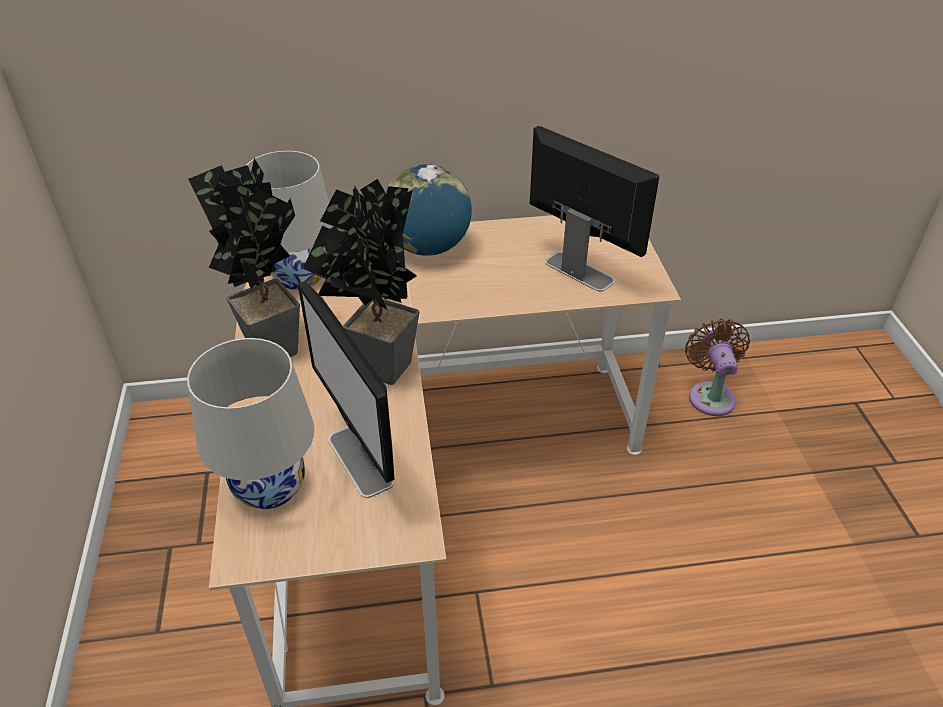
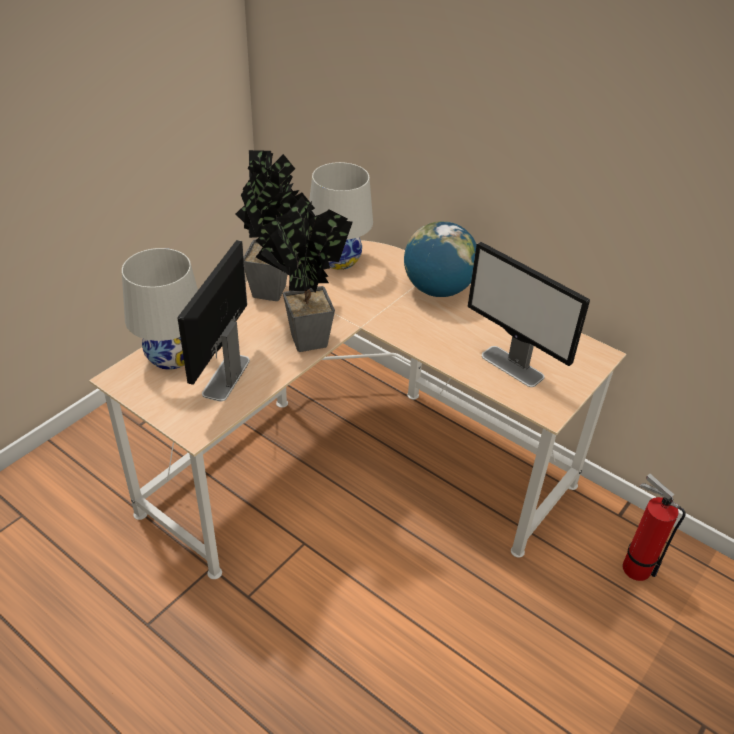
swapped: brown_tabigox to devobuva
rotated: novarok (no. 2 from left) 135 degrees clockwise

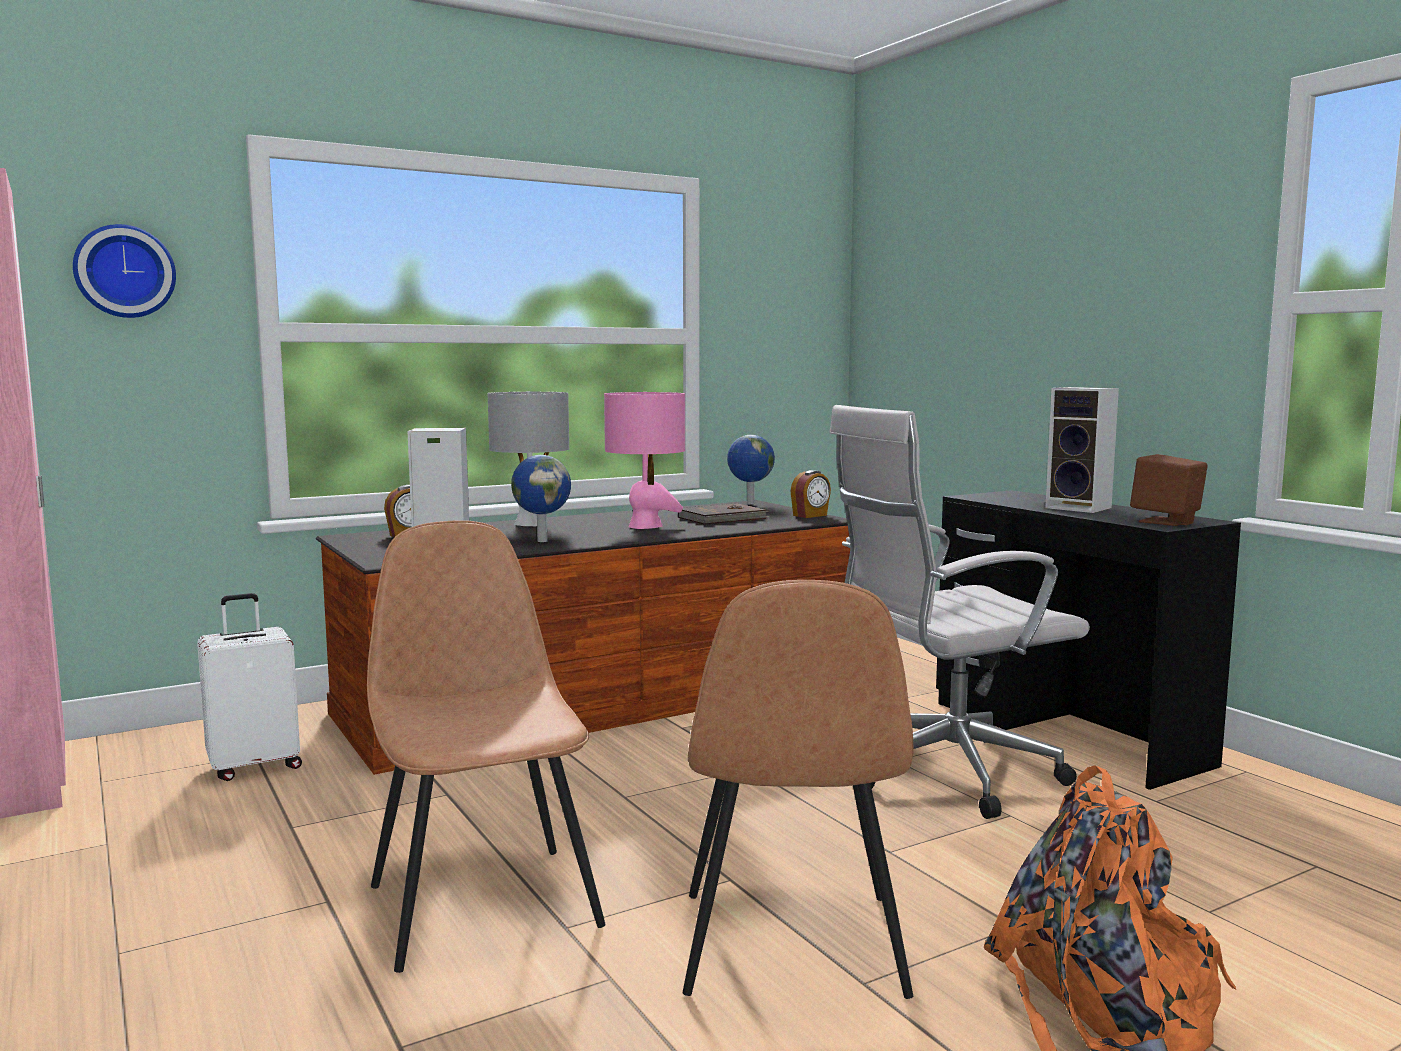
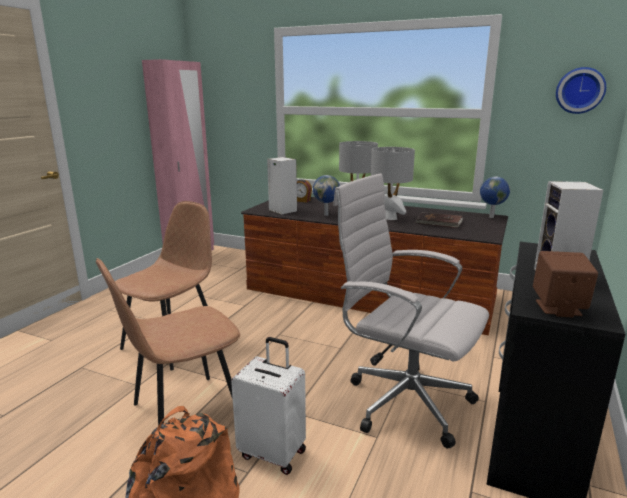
gone: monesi (no. 2 from left)
shifted: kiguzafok; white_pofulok
repainted: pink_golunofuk to grey_golunofuk (no. 2 from left)

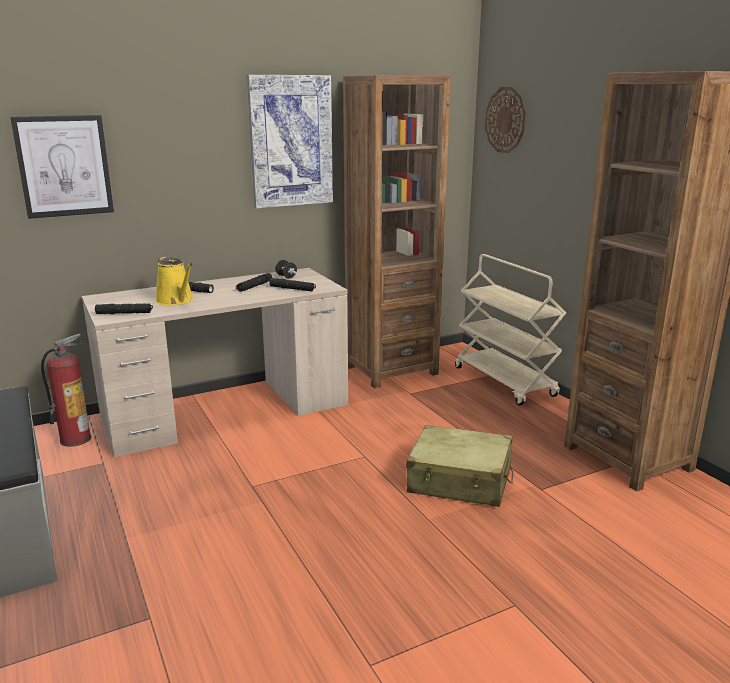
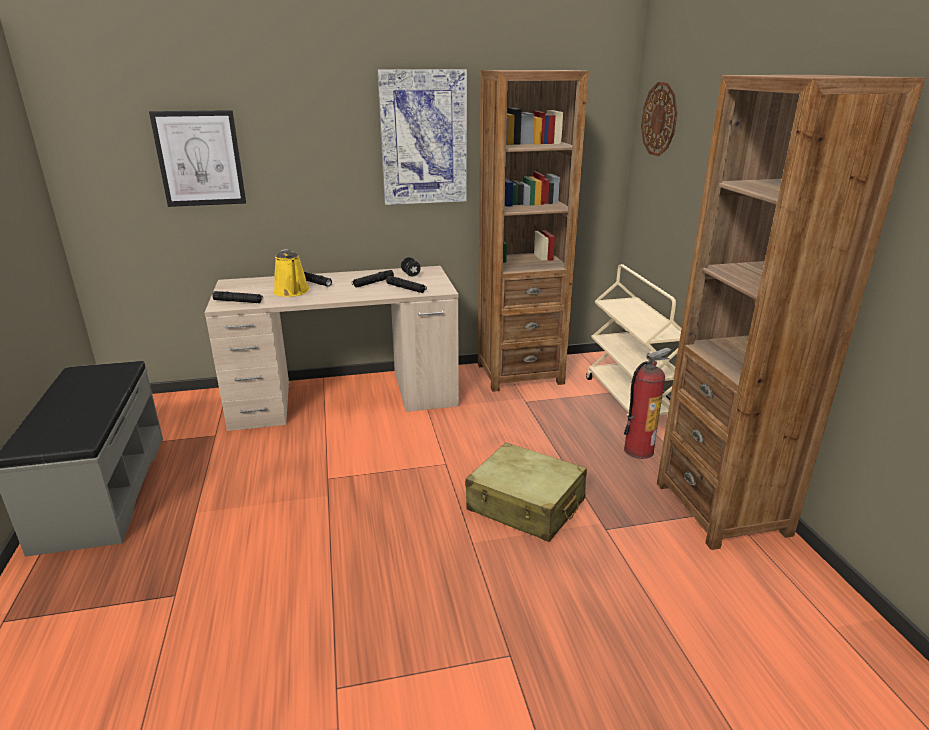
shifted: devobuva

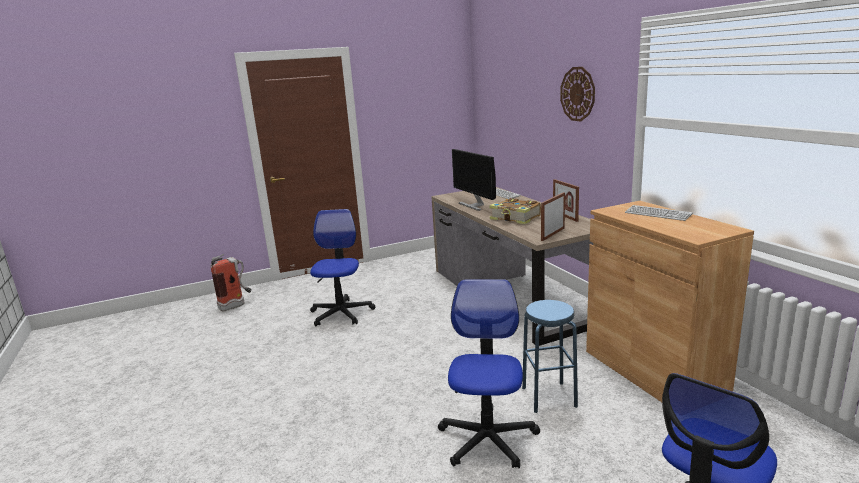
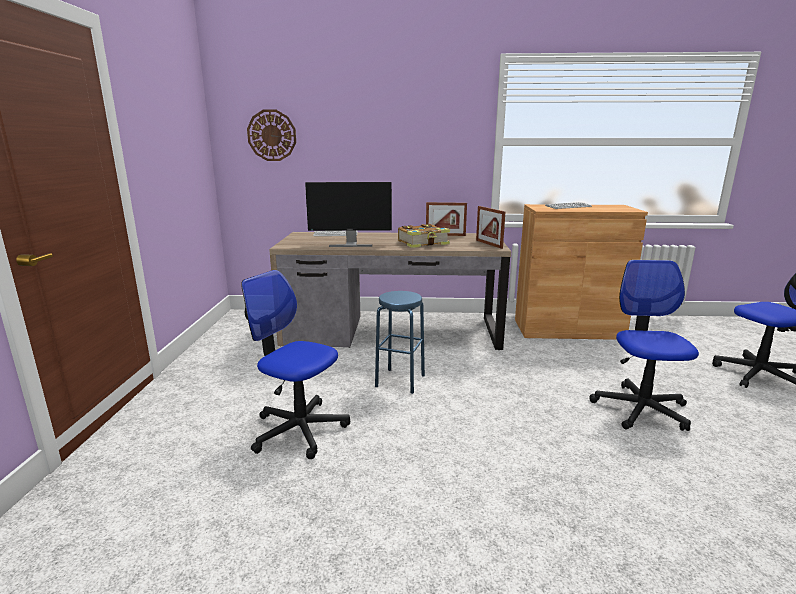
gone: devobuva
shifted: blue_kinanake; kiguzafok
rotated: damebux (no. 2 from left) 60 degrees clockwise

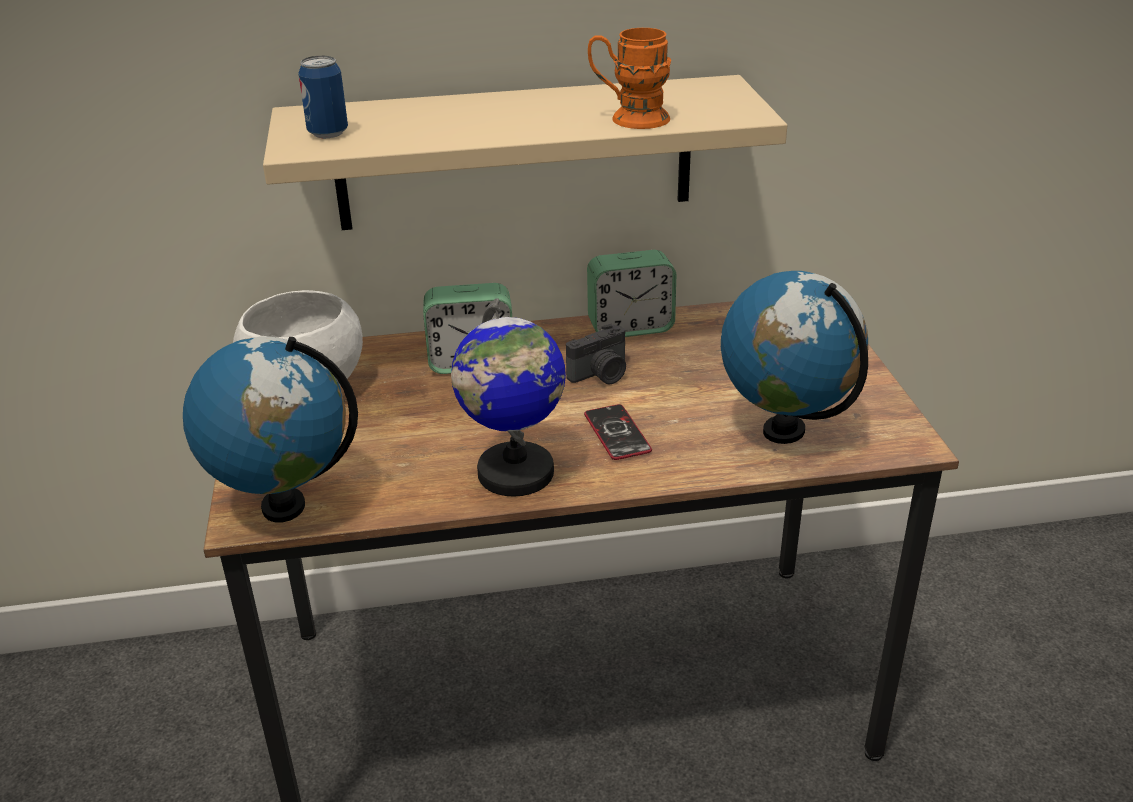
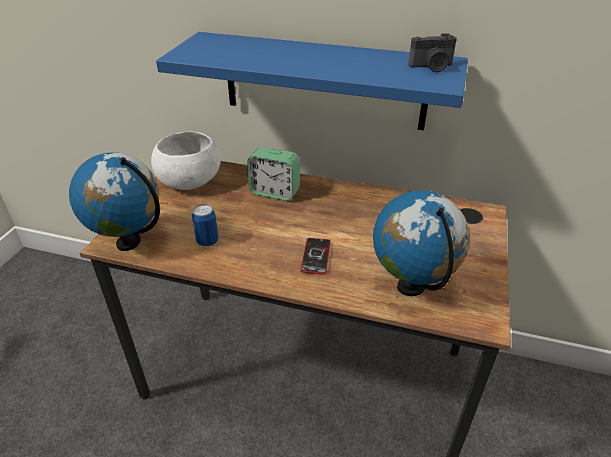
gone: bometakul (no. 2 from left); monesi (no. 2 from left); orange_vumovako
shifted: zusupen; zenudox
repainted: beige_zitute to blue_zitute

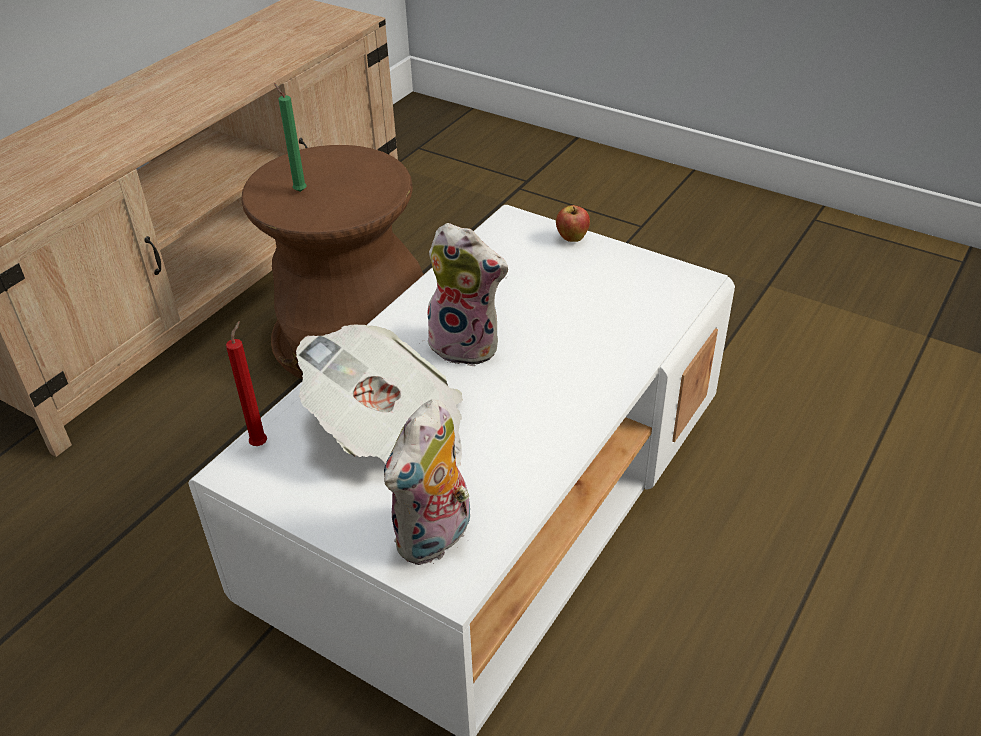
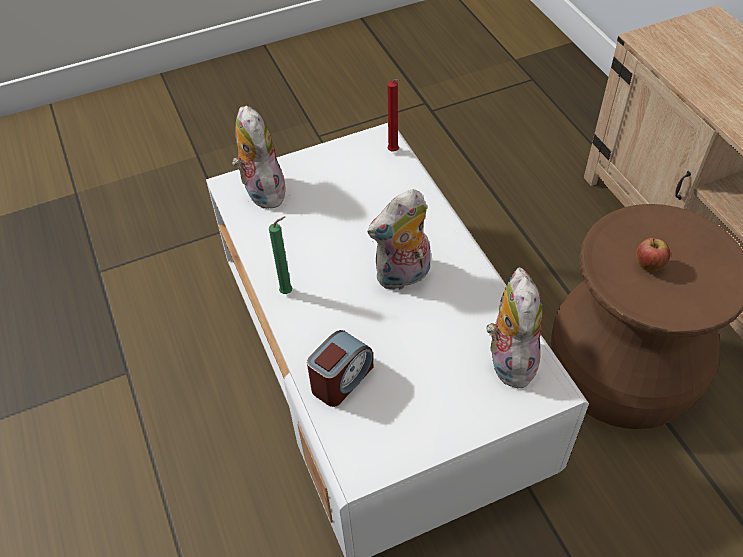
gone: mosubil
new: monesi; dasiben (no. 3 from left)
shifted: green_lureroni; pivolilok

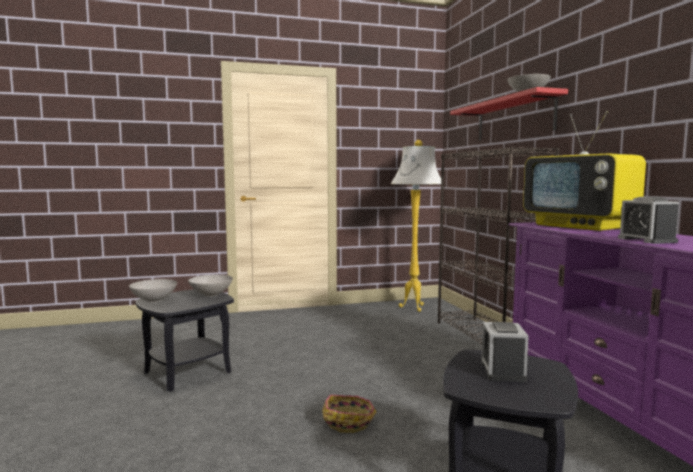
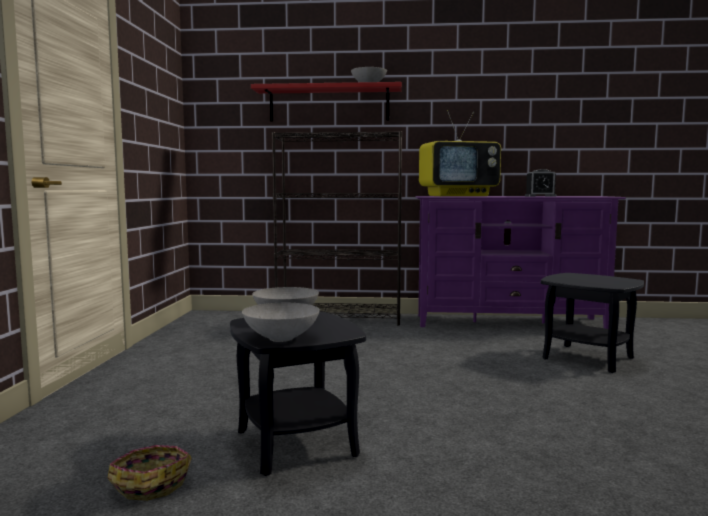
gone: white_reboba; monesi (no. 1 from left)
shifted: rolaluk

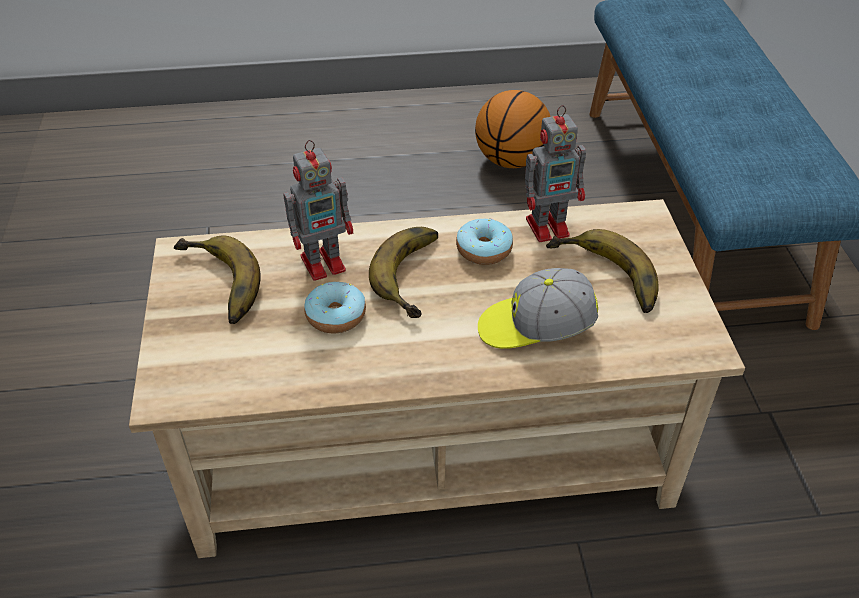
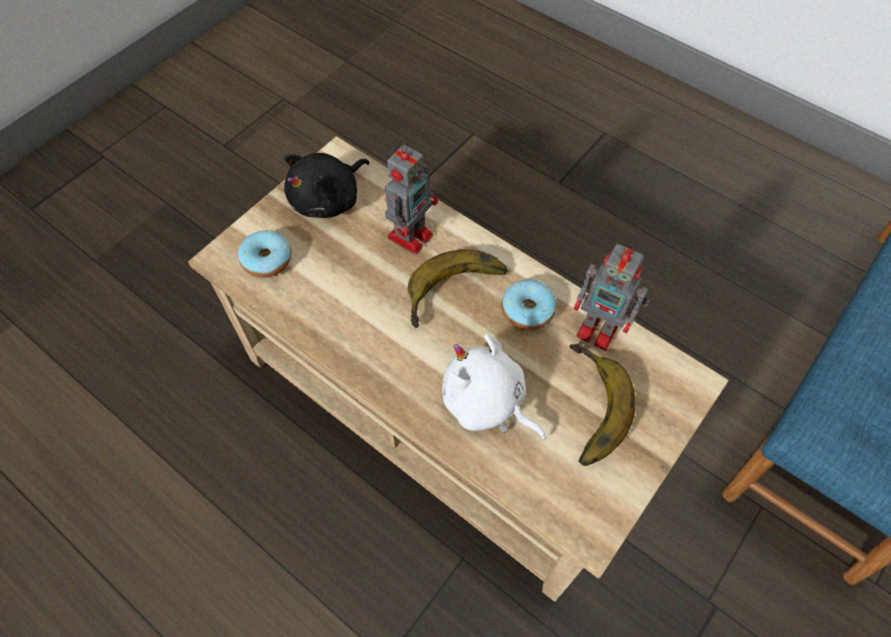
gone: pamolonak
shifted: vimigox (no. 1 from left)
swapped: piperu (no. 1 from left) to black_dasiben; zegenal to white_dasiben
rotated: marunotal (no. 1 from left) 75 degrees counterclockwise

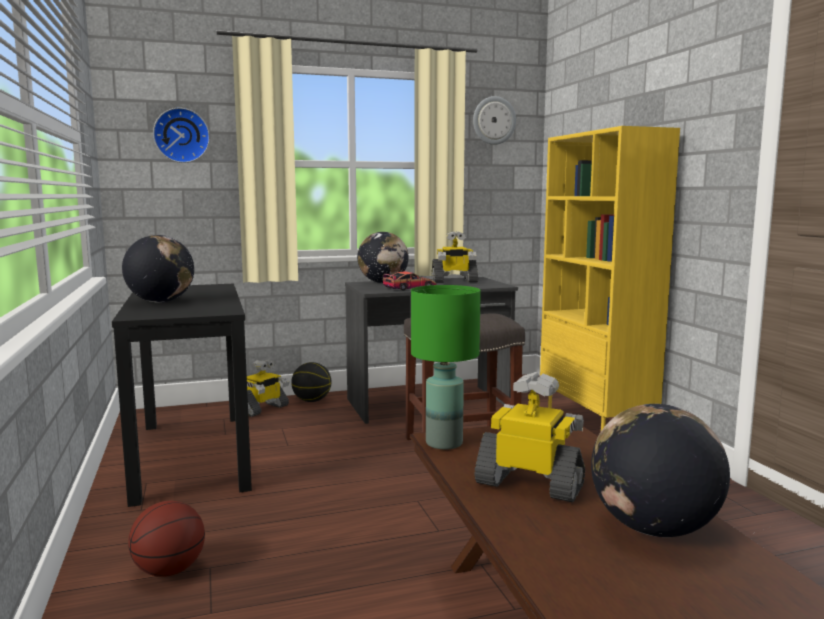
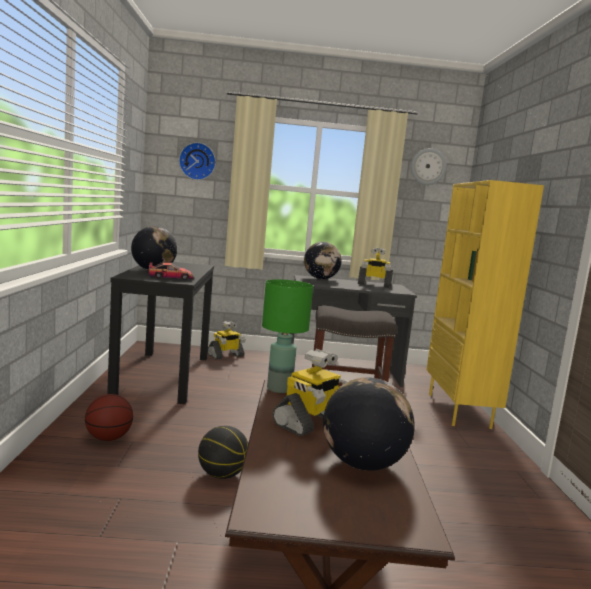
shifted: pamolonak (no. 2 from left); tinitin
rotated: marunotal (no. 3 from left in the first image) 90 degrees clockwise

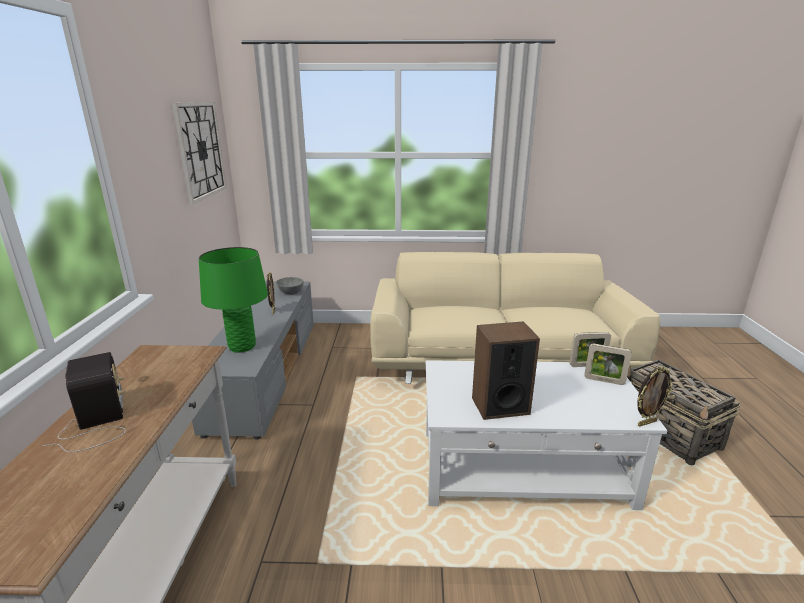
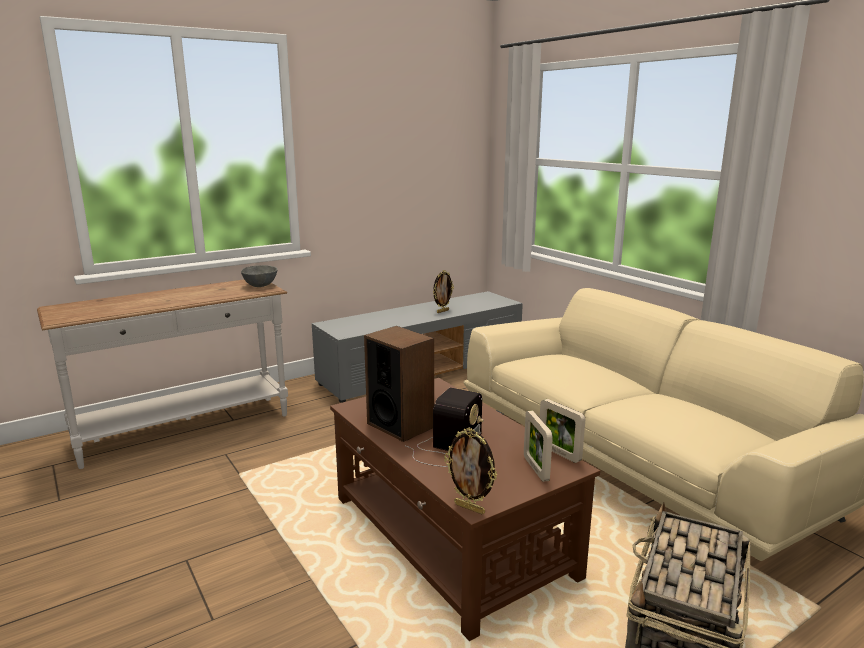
gone: kiguzafok; green_golunofuk
shifted: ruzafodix; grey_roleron
repainted: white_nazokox to brown_nazokox

